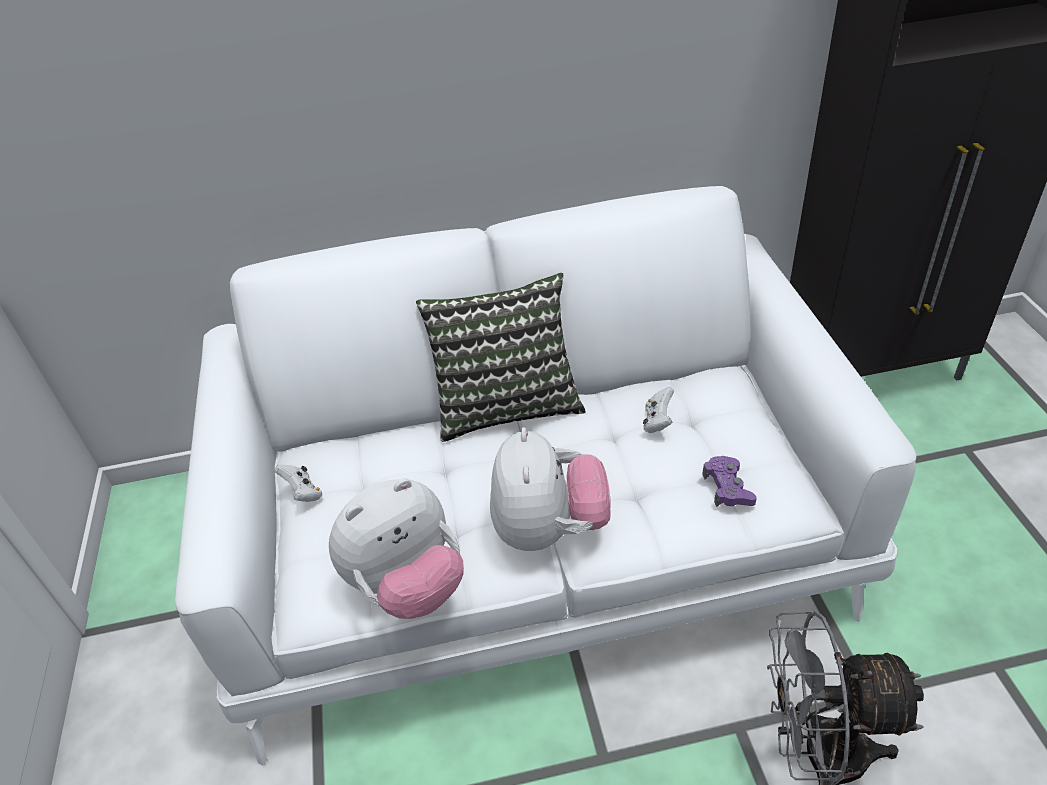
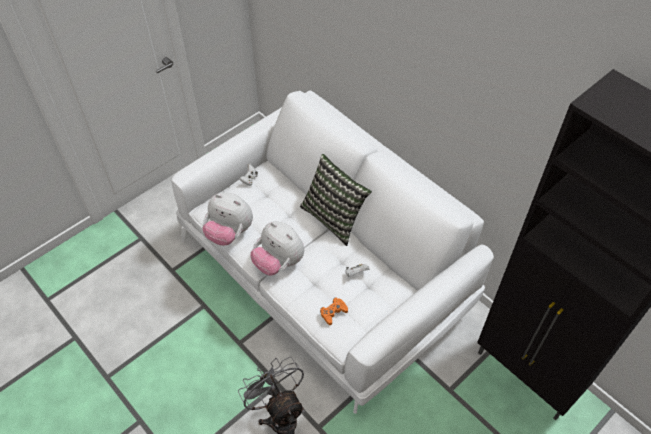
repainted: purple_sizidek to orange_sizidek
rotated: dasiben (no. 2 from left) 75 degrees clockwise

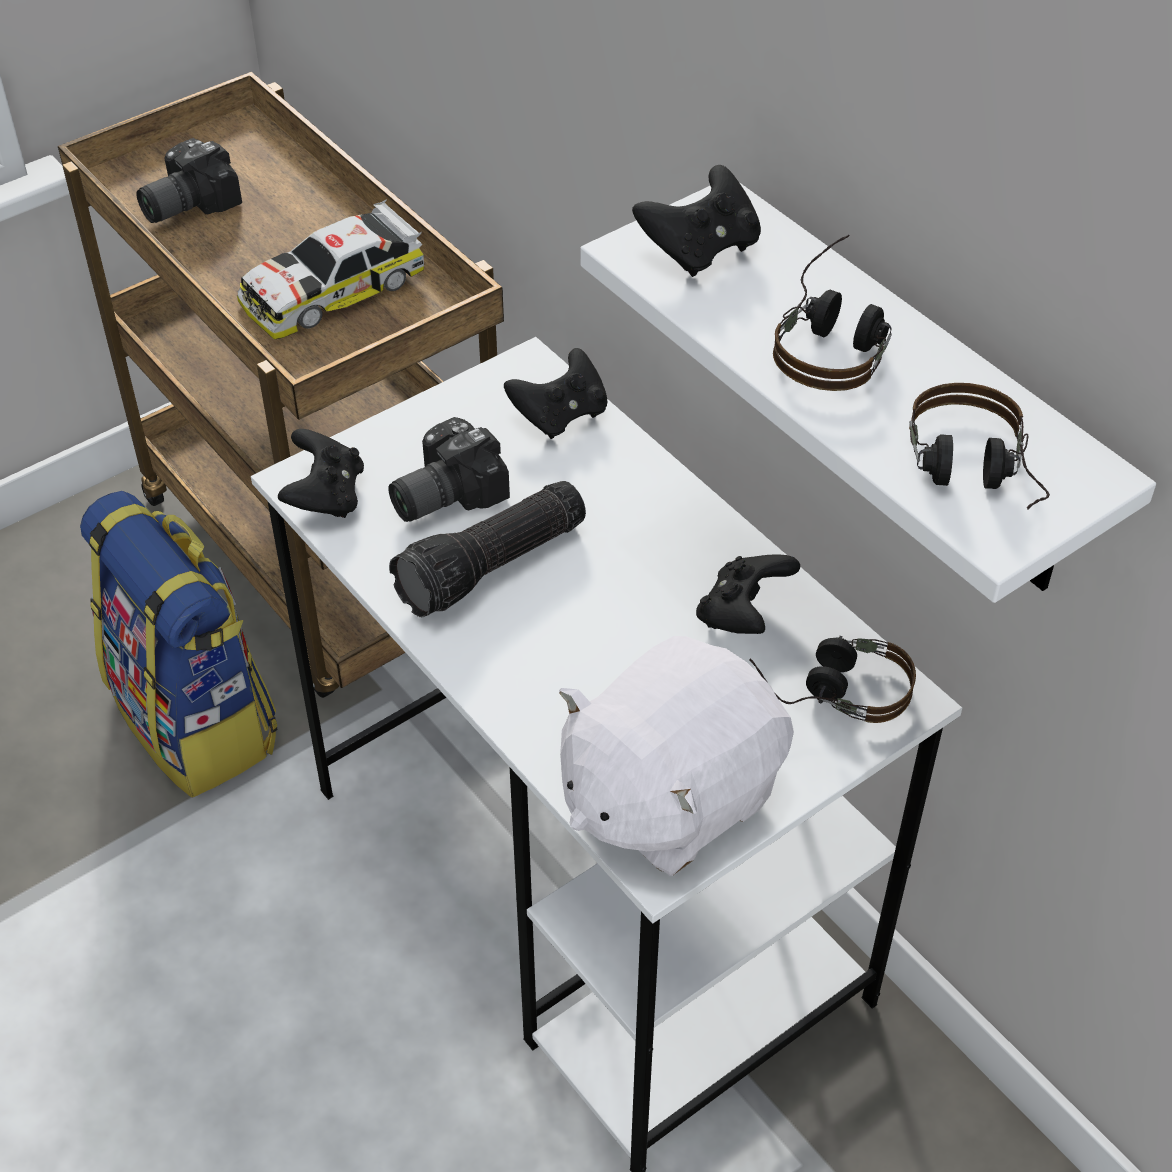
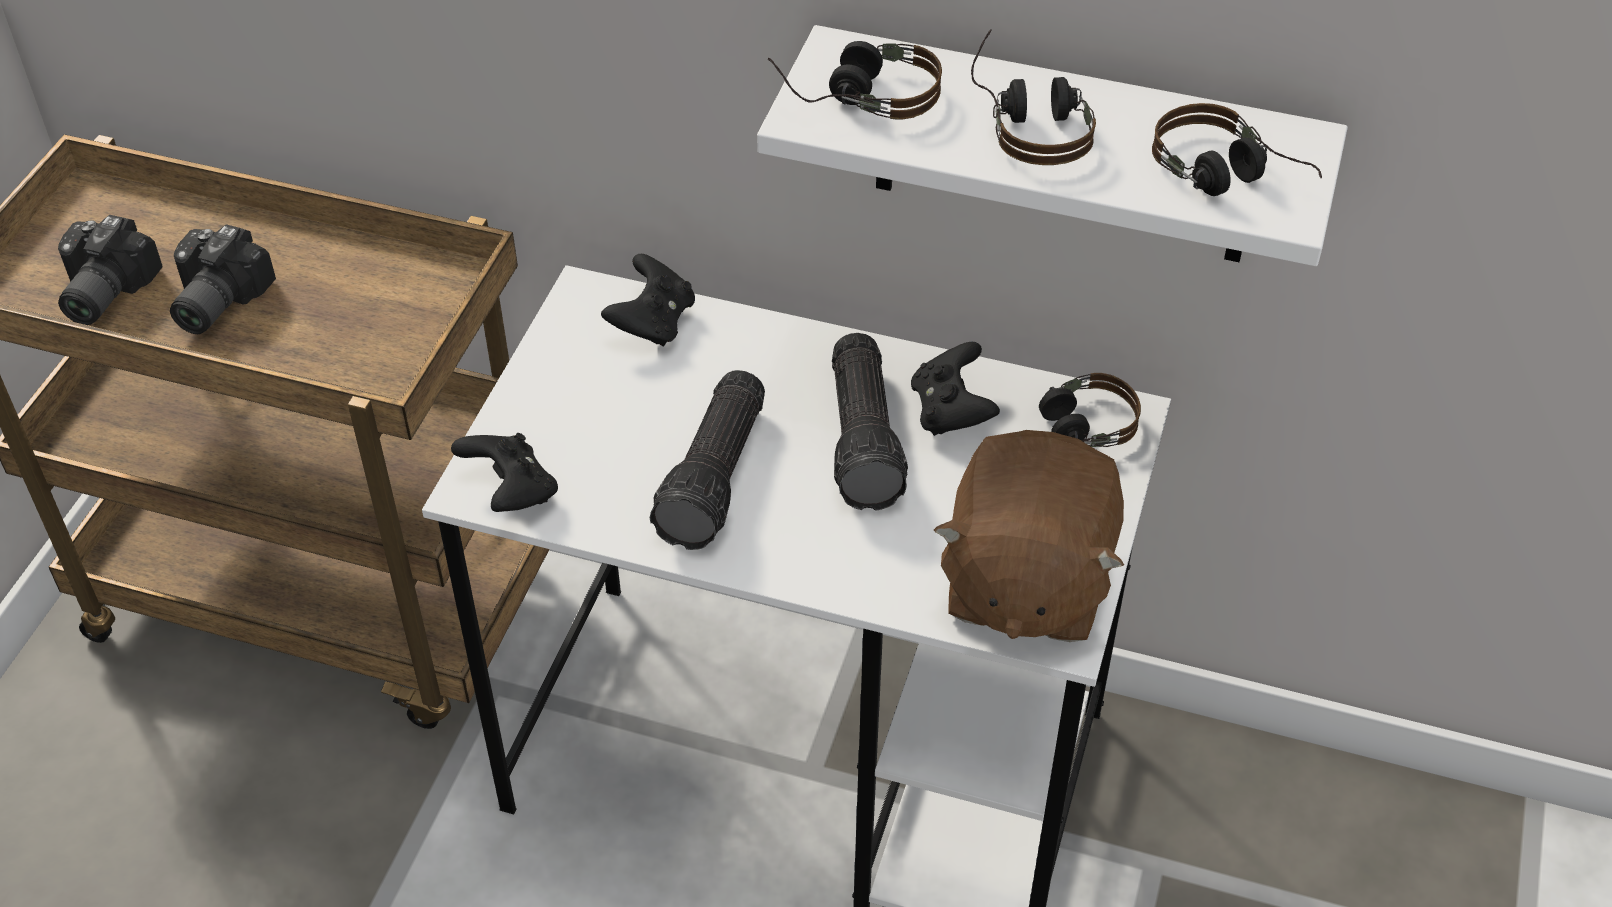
gone: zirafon; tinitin
new: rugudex (no. 2 from left)
shifted: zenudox (no. 2 from left)
swapped: black_sizidek (no. 3 from left) to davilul (no. 1 from left)
repainted: white_dasiben to brown_dasiben

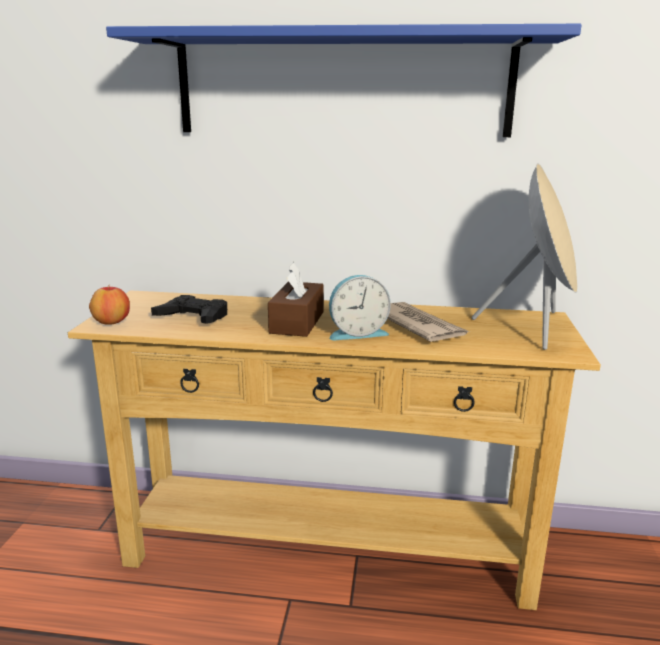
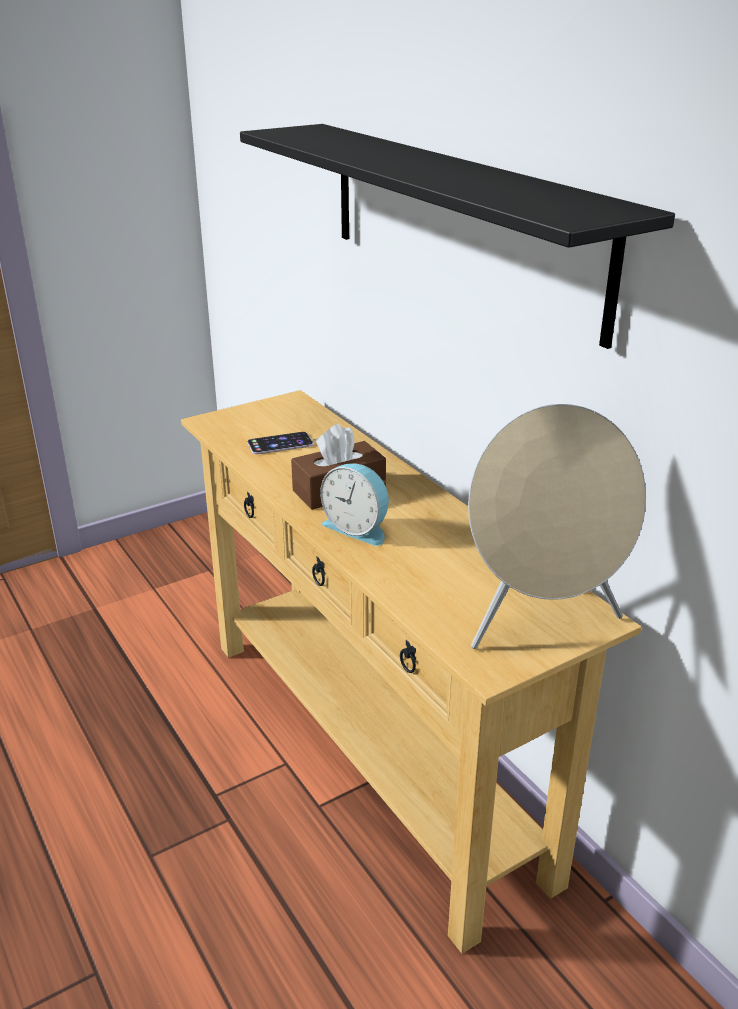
gone: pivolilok; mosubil
swapped: black_sizidek to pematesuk
repainted: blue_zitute to black_zitute

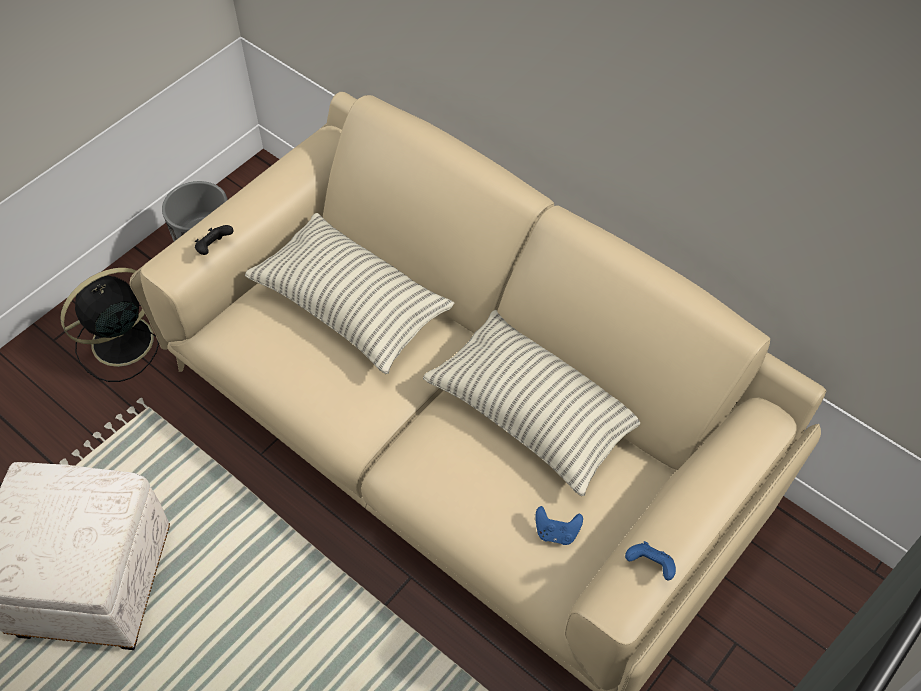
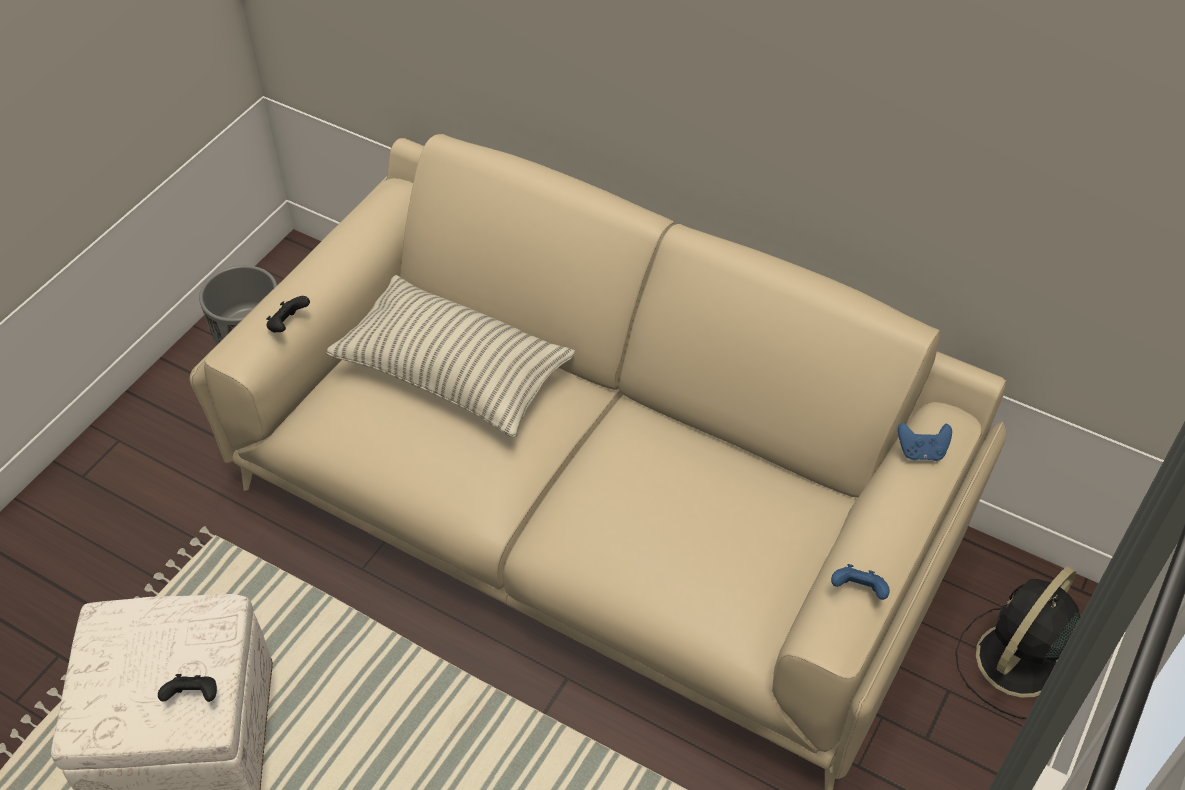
gone: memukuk (no. 2 from left)
new: black_sizidek (no. 1 from left)
shifted: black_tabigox; blue_sizidek (no. 1 from left in the first image) to blue_sizidek (no. 2 from left)

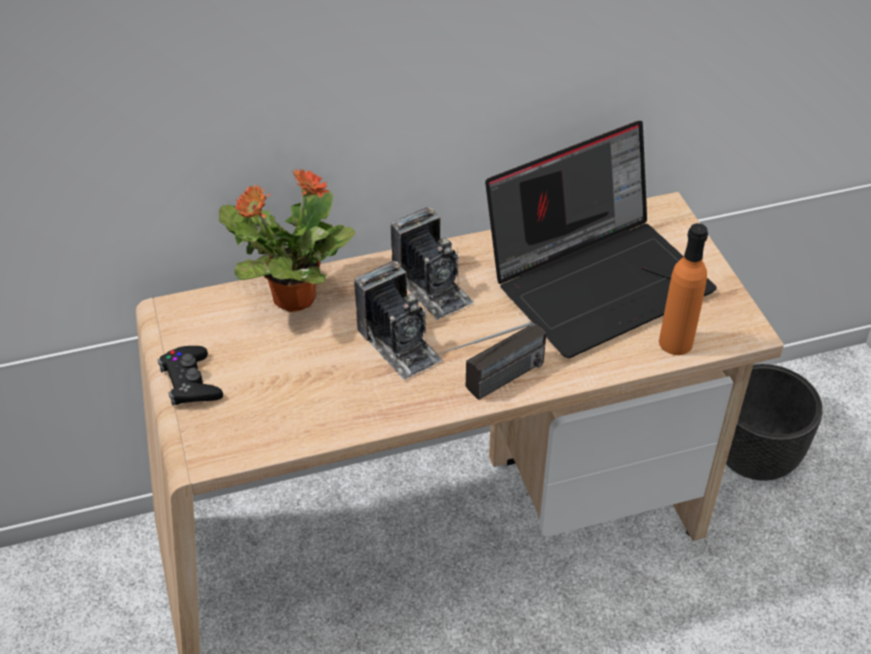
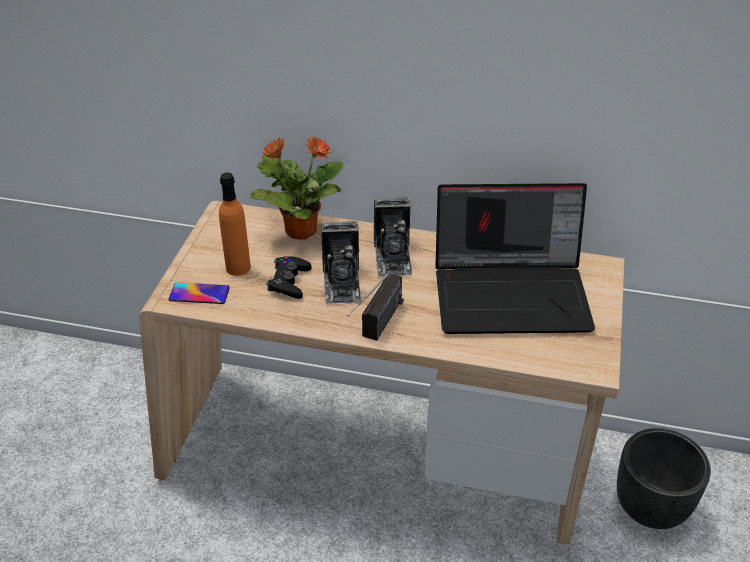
new: pematesuk
shifted: black_sizidek; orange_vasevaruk
rotated: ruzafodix 60 degrees counterclockwise

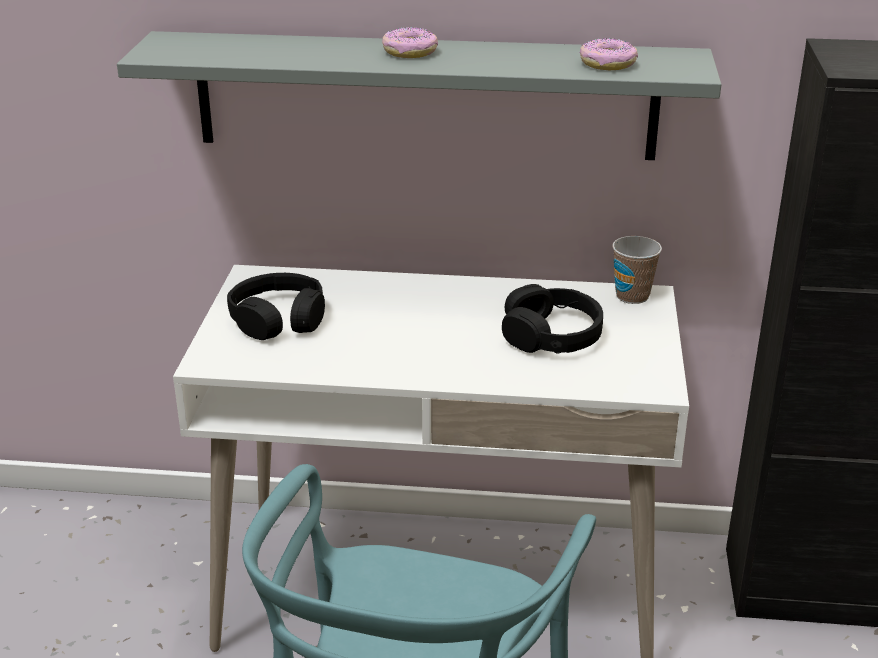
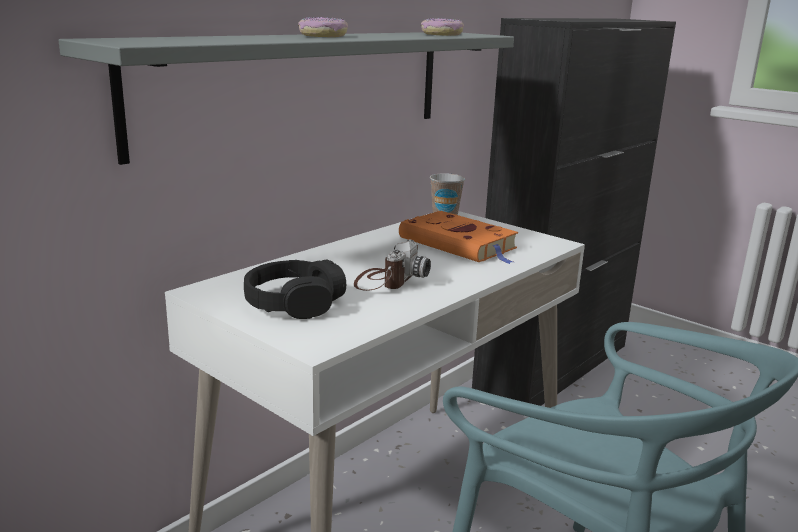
new: zenudox
swapped: black_davilul (no. 2 from left) to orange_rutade

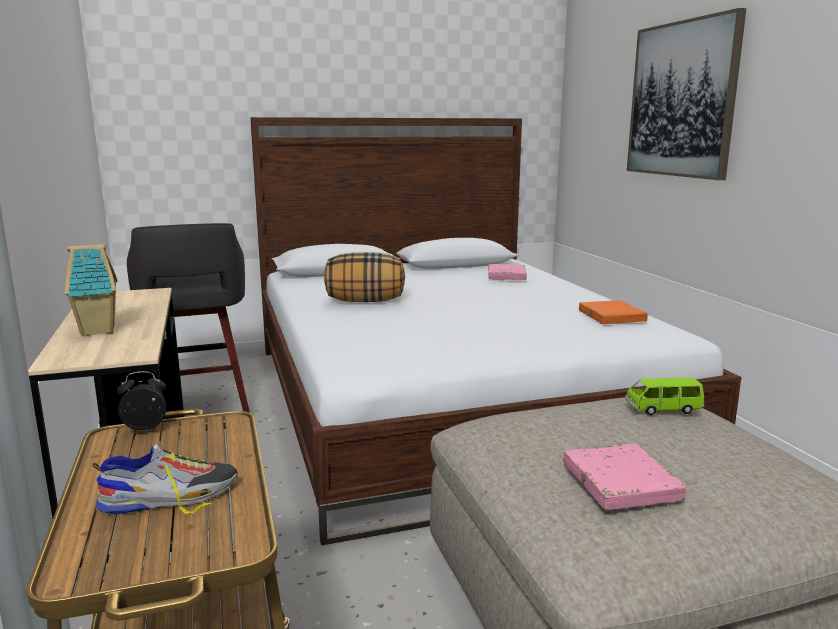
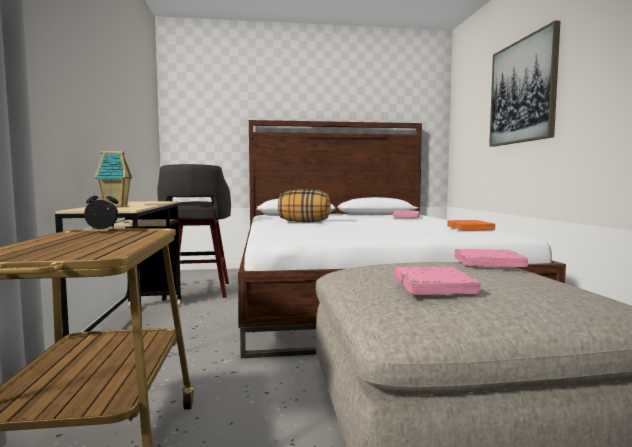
gone: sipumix
swapped: green_tinitin to pink_rutade (no. 3 from left)

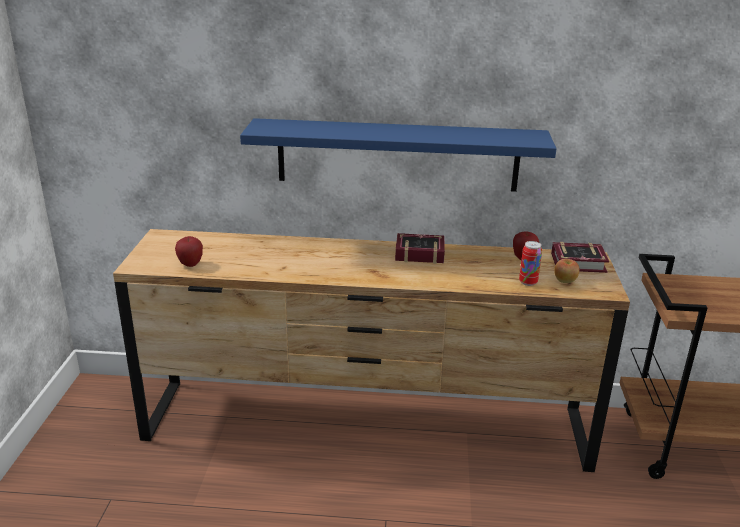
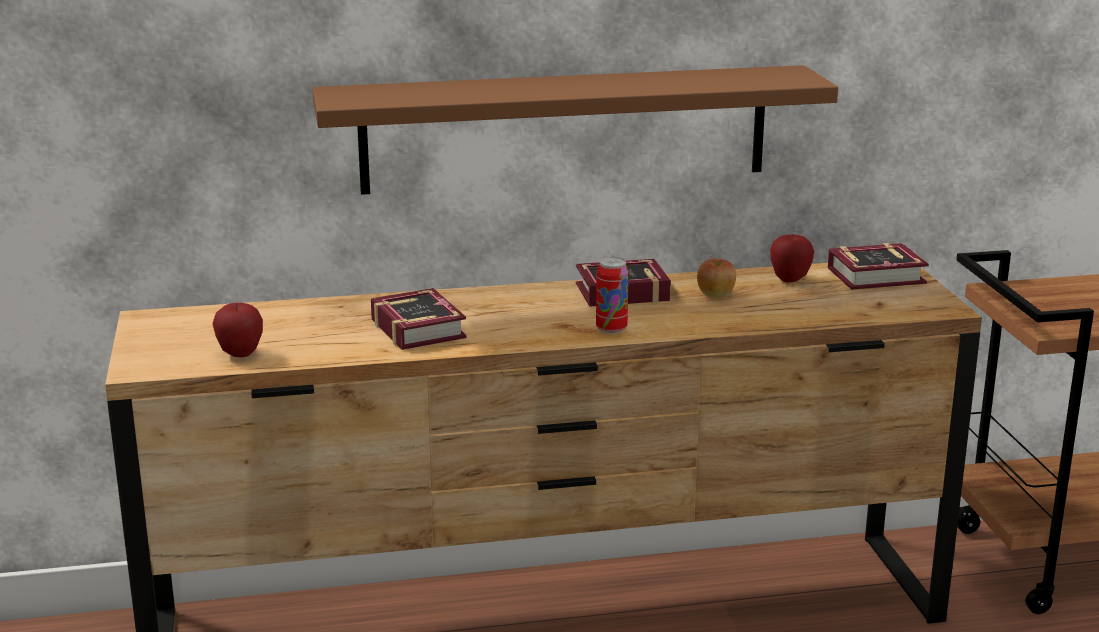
new: rutade (no. 1 from left)
shifted: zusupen; pivolilok (no. 3 from left in the first image) to pivolilok (no. 2 from left)
repainted: blue_zitute to brown_zitute

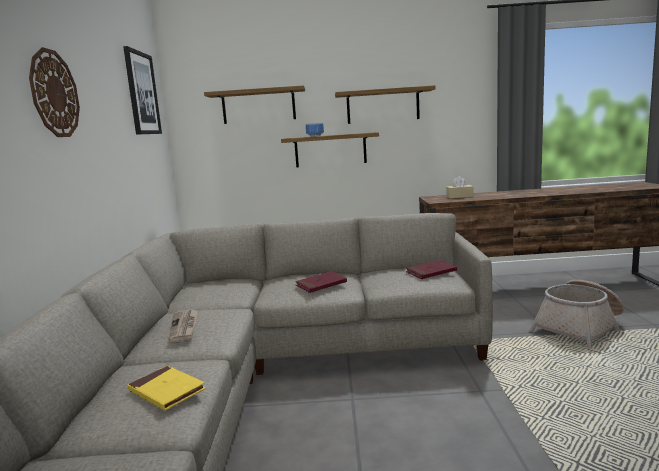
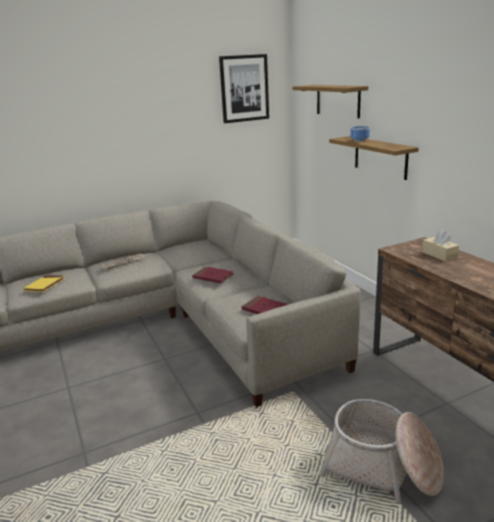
gone: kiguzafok; zitute (no. 3 from left)

